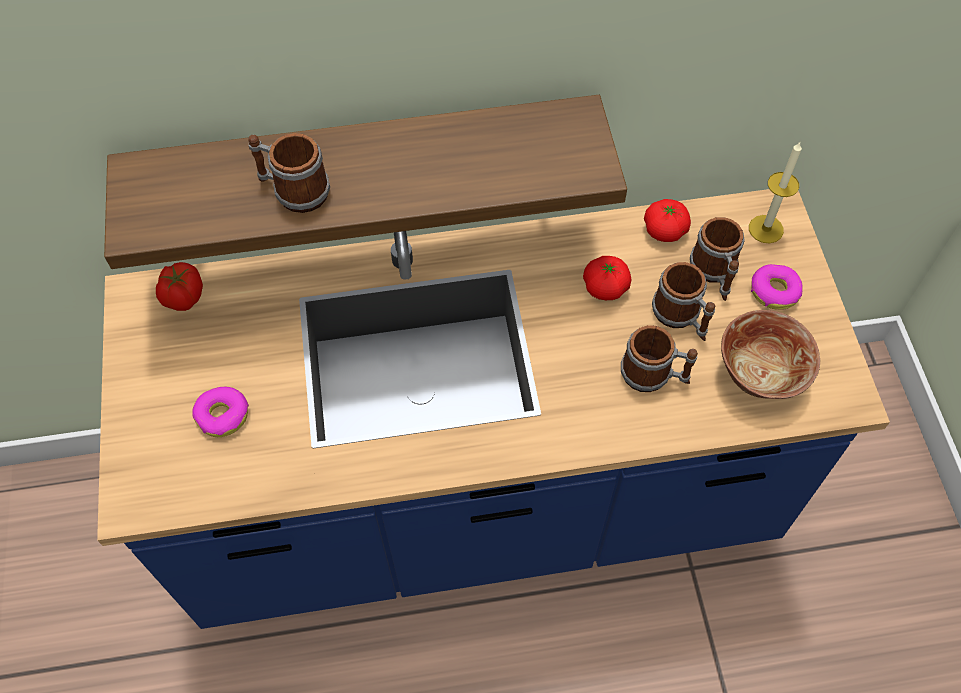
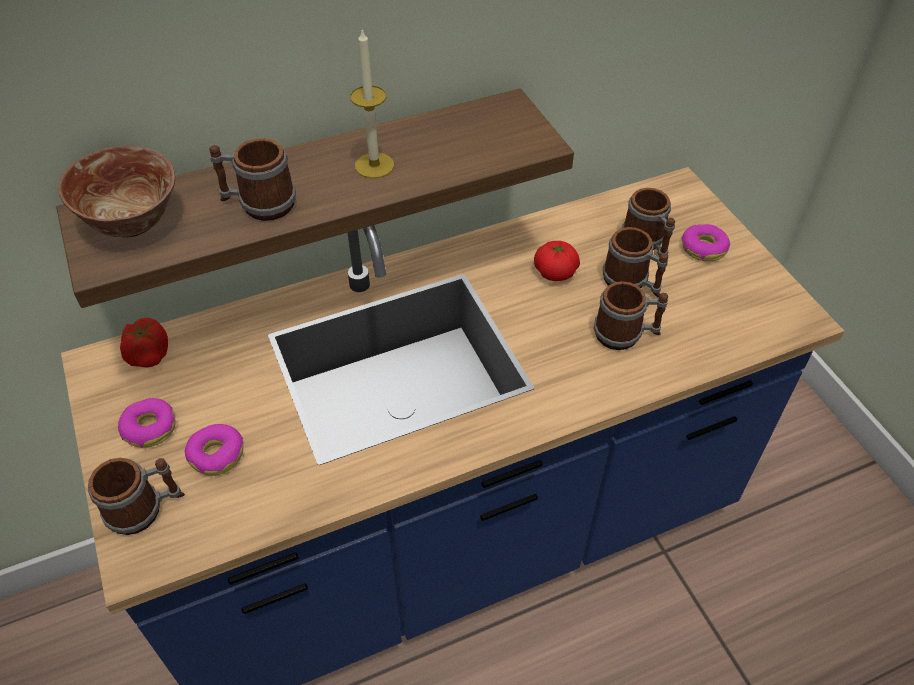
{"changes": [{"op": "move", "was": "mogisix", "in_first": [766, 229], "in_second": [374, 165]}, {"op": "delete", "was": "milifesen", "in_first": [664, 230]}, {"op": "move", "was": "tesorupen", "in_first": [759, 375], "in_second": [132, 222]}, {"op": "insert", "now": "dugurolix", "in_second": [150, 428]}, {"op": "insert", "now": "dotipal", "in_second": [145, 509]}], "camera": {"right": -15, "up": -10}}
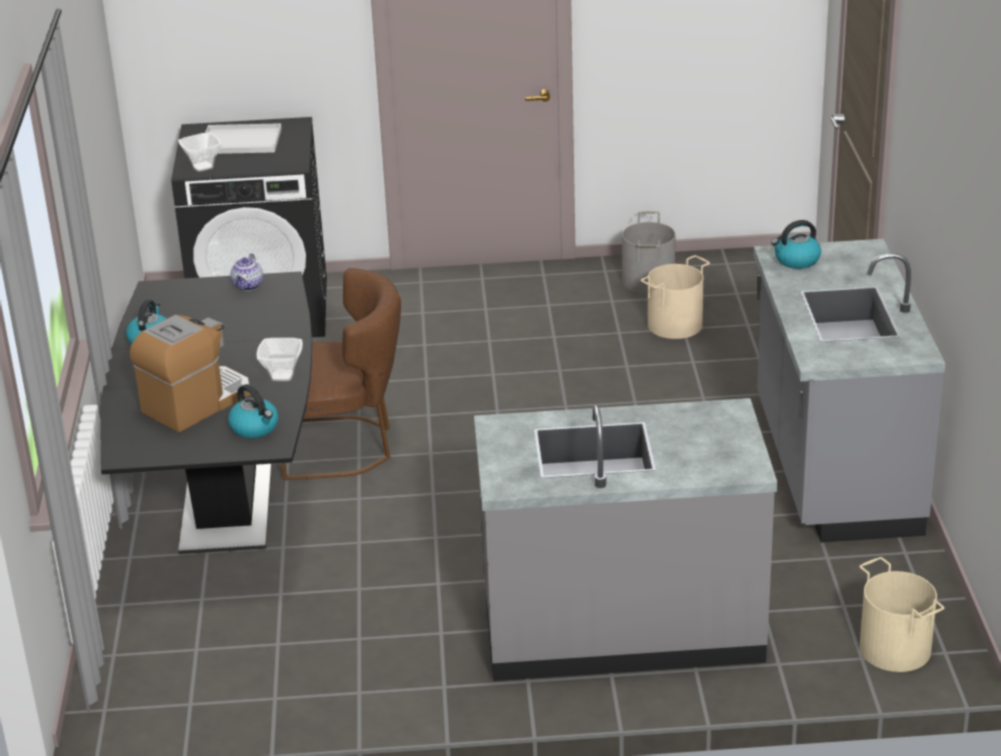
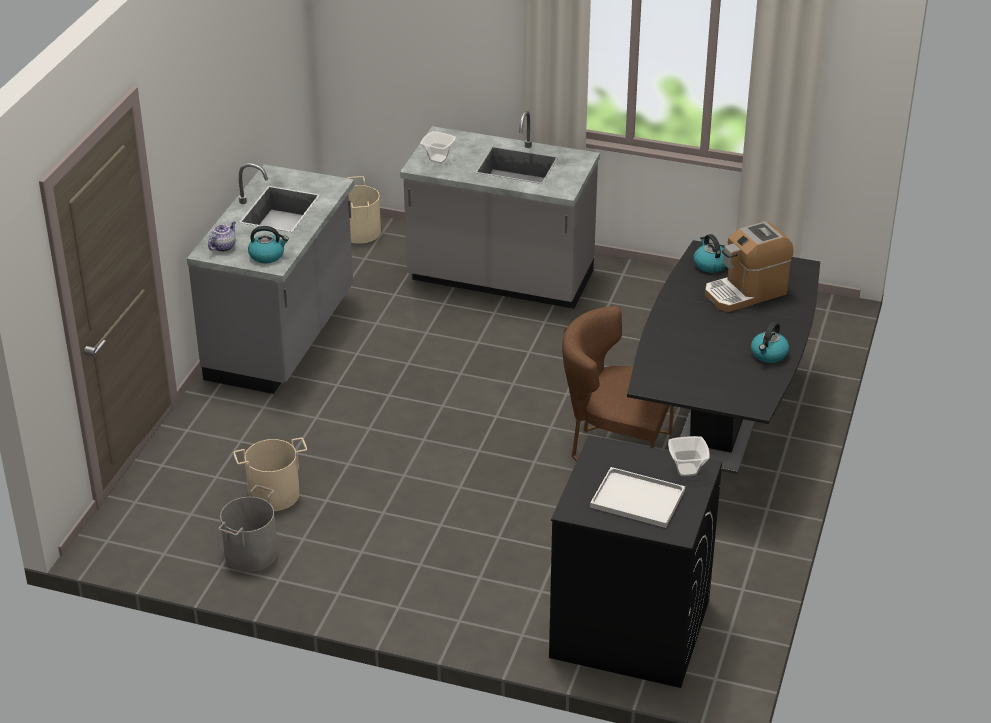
{"changes": [{"op": "move", "was": "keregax", "in_first": [248, 286], "in_second": [223, 246]}, {"op": "move", "was": "tesorupen", "in_first": [283, 376], "in_second": [438, 158]}], "camera": {"right": -160, "up": 5}}
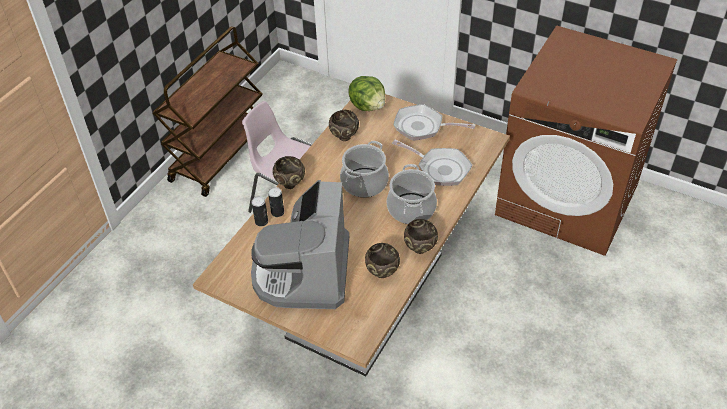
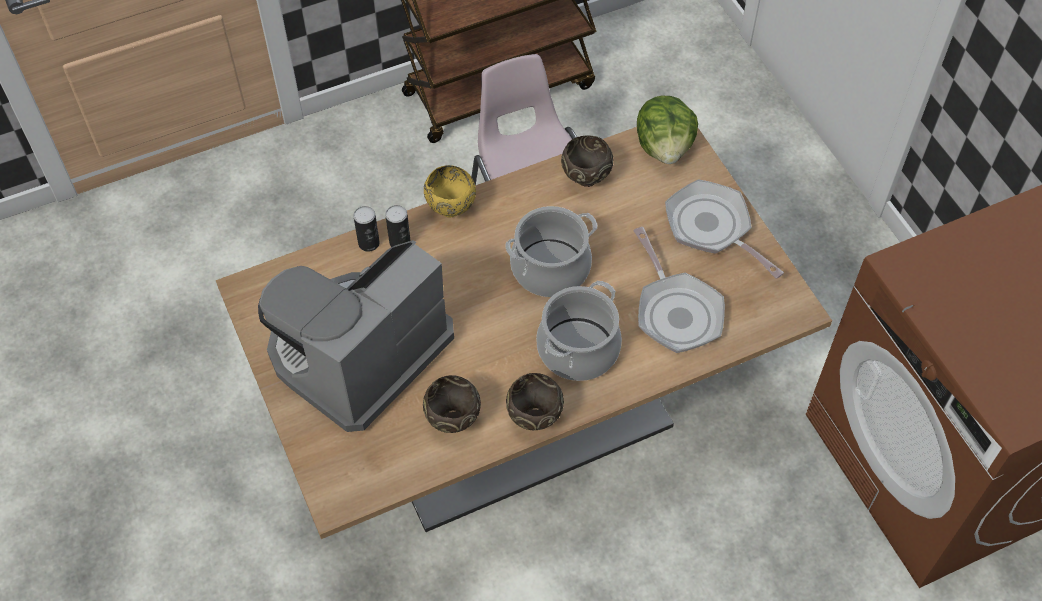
{"changes": [{"op": "recolor", "was": "brown_tesorupen", "now": "yellow_tesorupen", "in_first": [290, 184], "in_second": [452, 210]}], "camera": {"right": 35, "up": 10}}
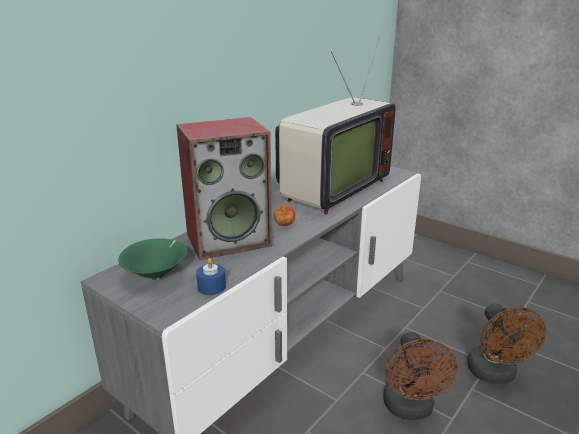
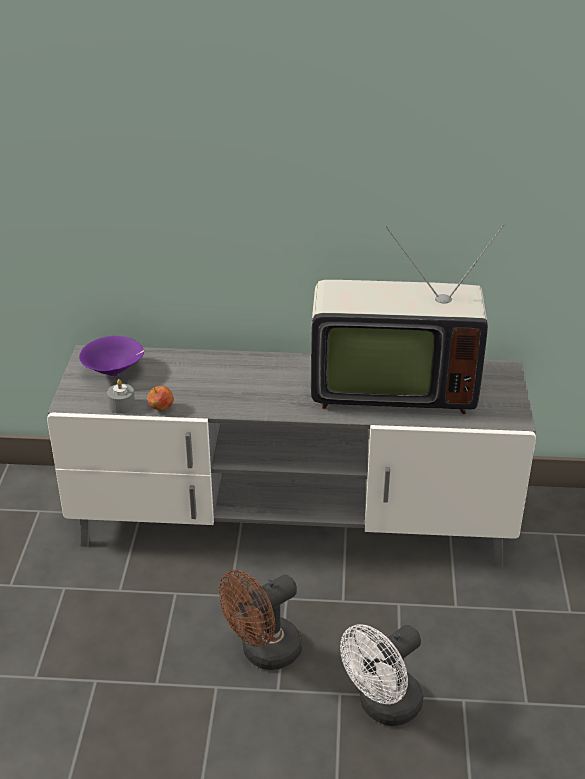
{"changes": [{"op": "delete", "was": "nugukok", "in_first": [229, 239]}, {"op": "move", "was": "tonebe", "in_first": [284, 225], "in_second": [161, 408]}, {"op": "recolor", "was": "green_tesorupen", "now": "purple_tesorupen", "in_first": [157, 275], "in_second": [114, 372]}, {"op": "recolor", "was": "blue_mogisix", "now": "grey_mogisix", "in_first": [211, 287], "in_second": [122, 405]}, {"op": "recolor", "was": "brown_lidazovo", "now": "white_lidazovo", "in_first": [495, 375], "in_second": [383, 707]}], "camera": {"right": 55, "up": 10}}
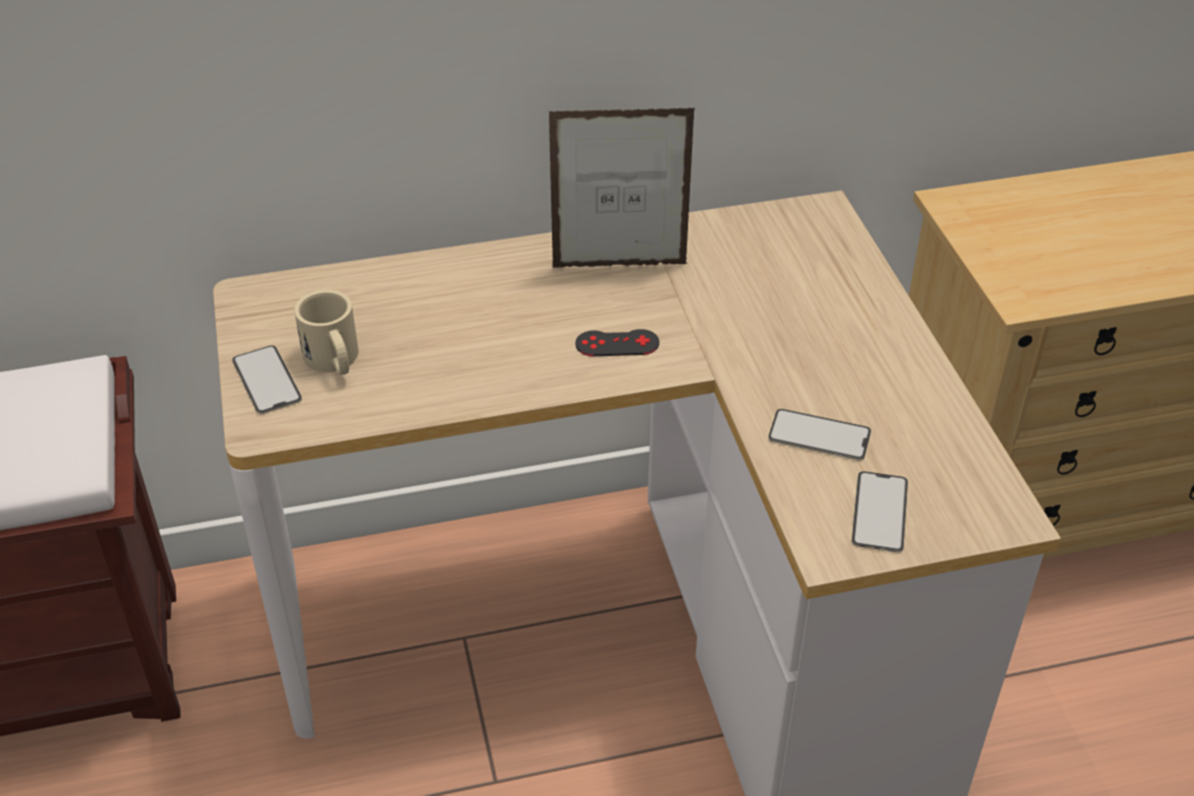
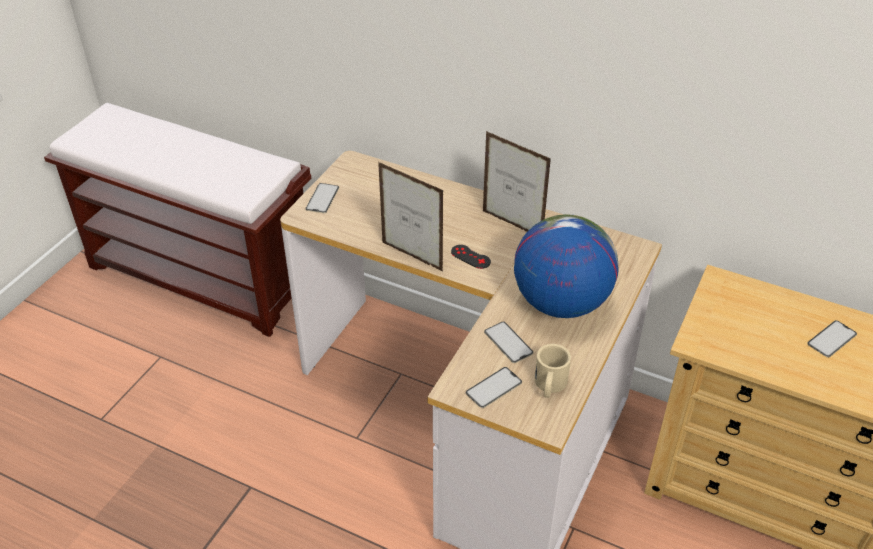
{"changes": [{"op": "move", "was": "beige_dotipal", "in_first": [334, 361], "in_second": [549, 386]}, {"op": "insert", "now": "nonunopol", "in_second": [412, 257]}, {"op": "insert", "now": "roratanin", "in_second": [560, 303]}, {"op": "insert", "now": "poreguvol", "in_second": [831, 339]}], "camera": {"right": 40, "up": 0}}
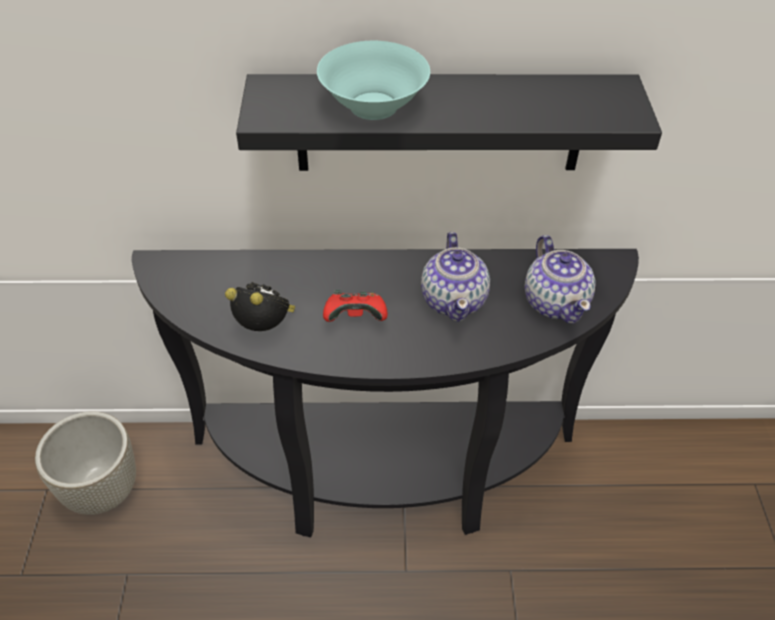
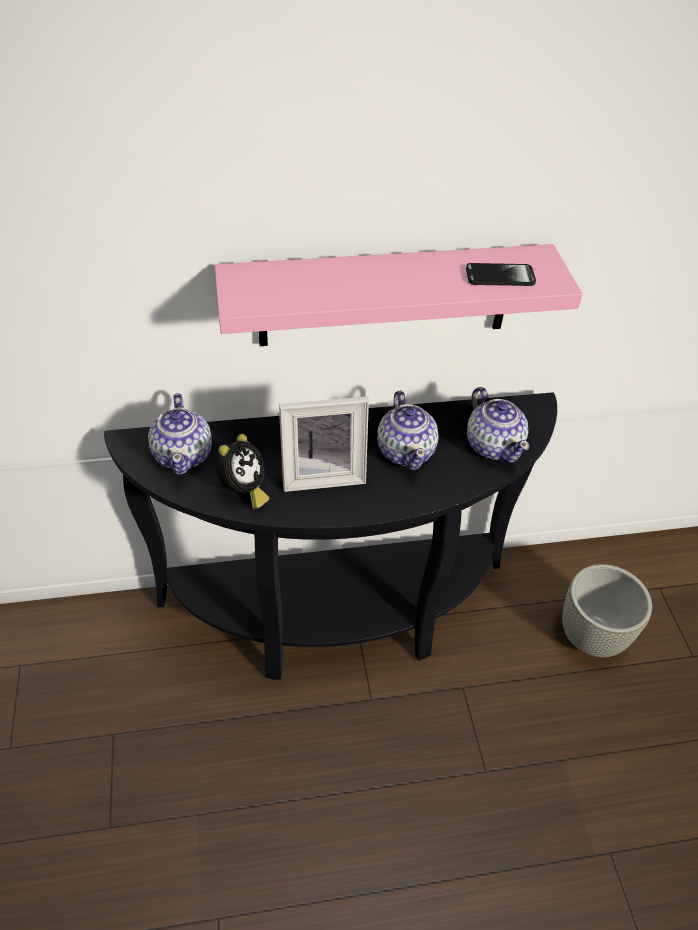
{"changes": [{"op": "delete", "was": "turquoise_tesorupen", "in_first": [374, 106]}, {"op": "recolor", "was": "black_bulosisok", "now": "pink_bulosisok", "in_first": [440, 123], "in_second": [385, 296]}, {"op": "rotate", "was": "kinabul", "in_first": [266, 328], "in_second": [243, 491], "clockwise": 105}, {"op": "replace", "was": "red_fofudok", "now": "nonunopol", "in_first": [355, 317], "in_second": [322, 474]}, {"op": "move", "was": "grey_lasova", "in_first": [102, 490], "in_second": [591, 635]}, {"op": "insert", "now": "poreguvol", "in_second": [500, 276]}, {"op": "insert", "now": "keregax", "in_second": [183, 455]}], "camera": {"right": -10, "up": 0}}
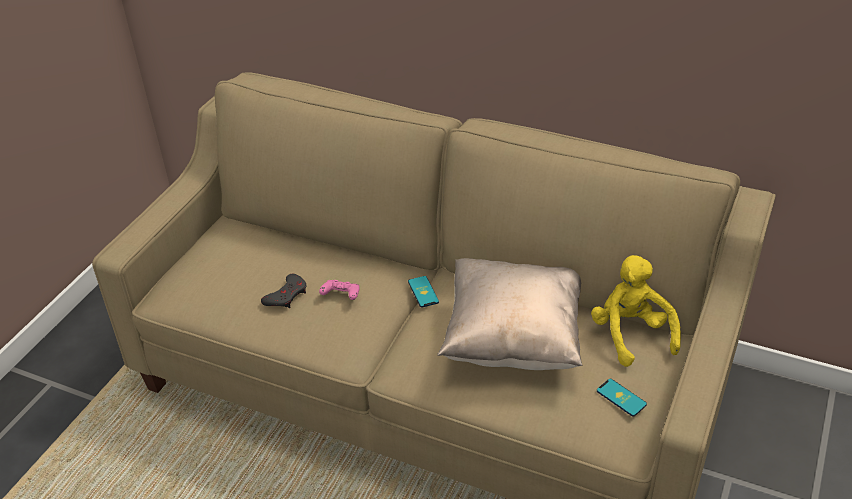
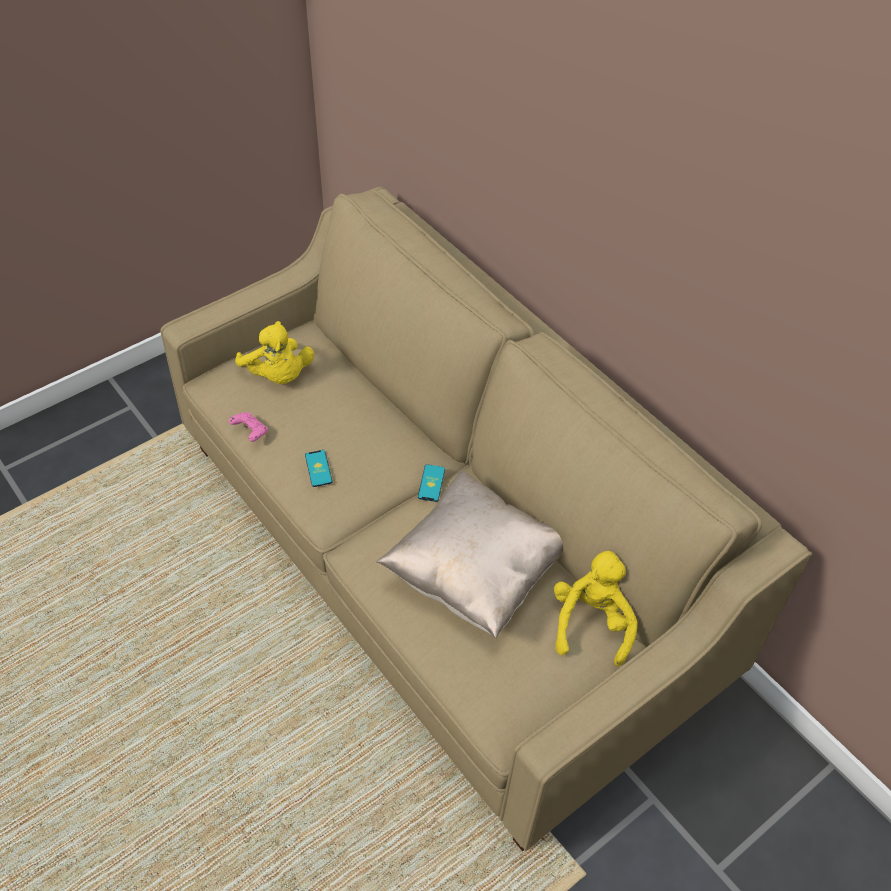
{"changes": [{"op": "delete", "was": "grey_fofudok", "in_first": [286, 295]}, {"op": "move", "was": "pink_fofudok", "in_first": [341, 296], "in_second": [250, 432]}, {"op": "move", "was": "poreguvol", "in_first": [621, 398], "in_second": [318, 468]}, {"op": "insert", "now": "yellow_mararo", "in_second": [278, 376]}], "camera": {"right": 25, "up": 10}}
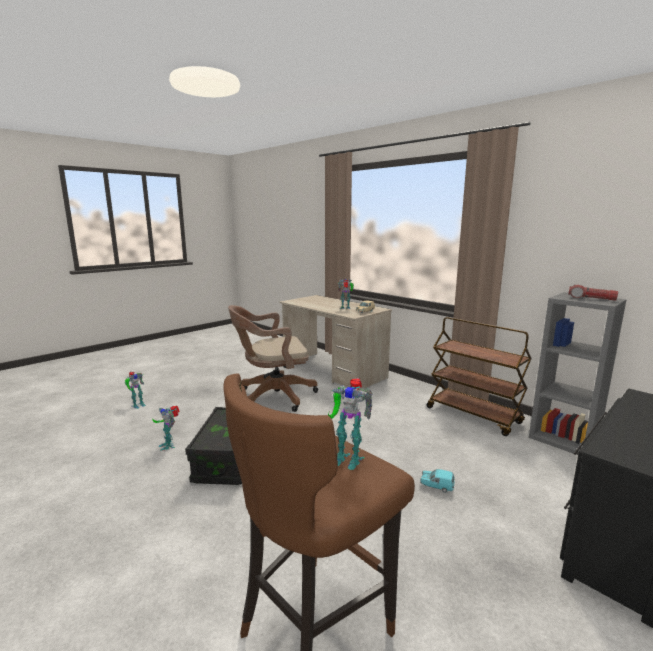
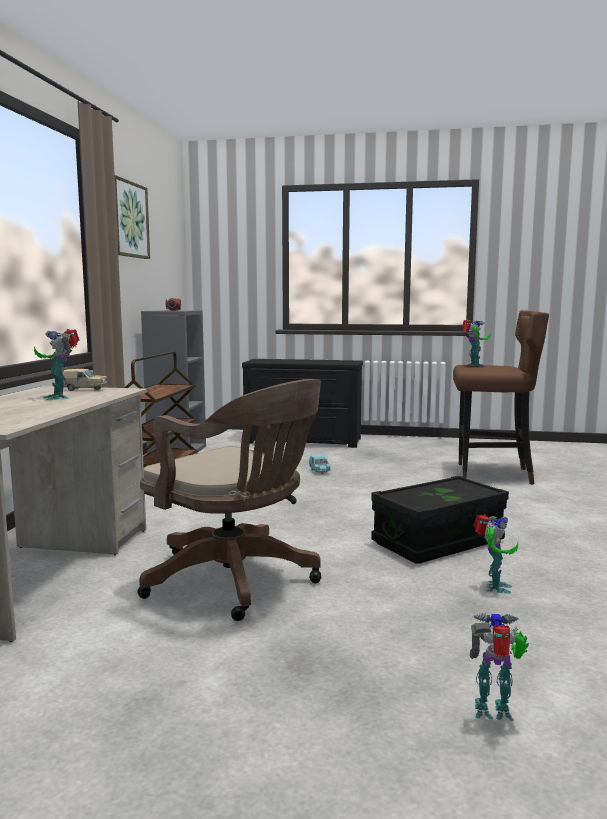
{"changes": [{"op": "insert", "now": "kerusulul", "in_second": [128, 219]}], "camera": {"right": -125, "up": -5}}
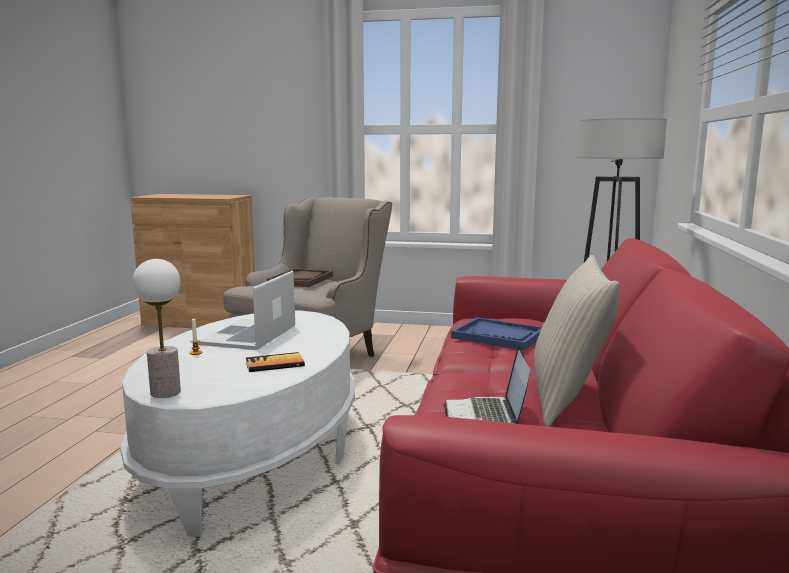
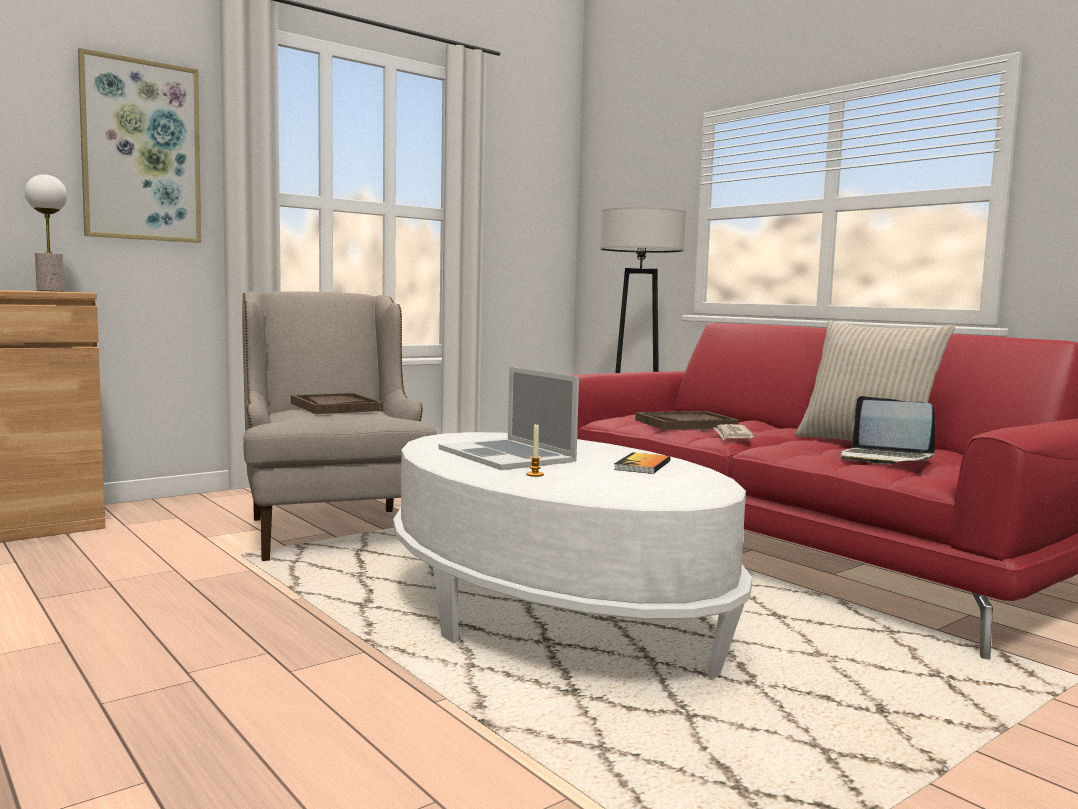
{"changes": [{"op": "move", "was": "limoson", "in_first": [166, 392], "in_second": [51, 291]}, {"op": "recolor", "was": "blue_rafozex", "now": "brown_rafozex", "in_first": [498, 336], "in_second": [685, 424]}, {"op": "insert", "now": "kerusulul", "in_second": [141, 151]}, {"op": "insert", "now": "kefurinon", "in_second": [732, 435]}], "camera": {"right": -50, "up": -5}}
